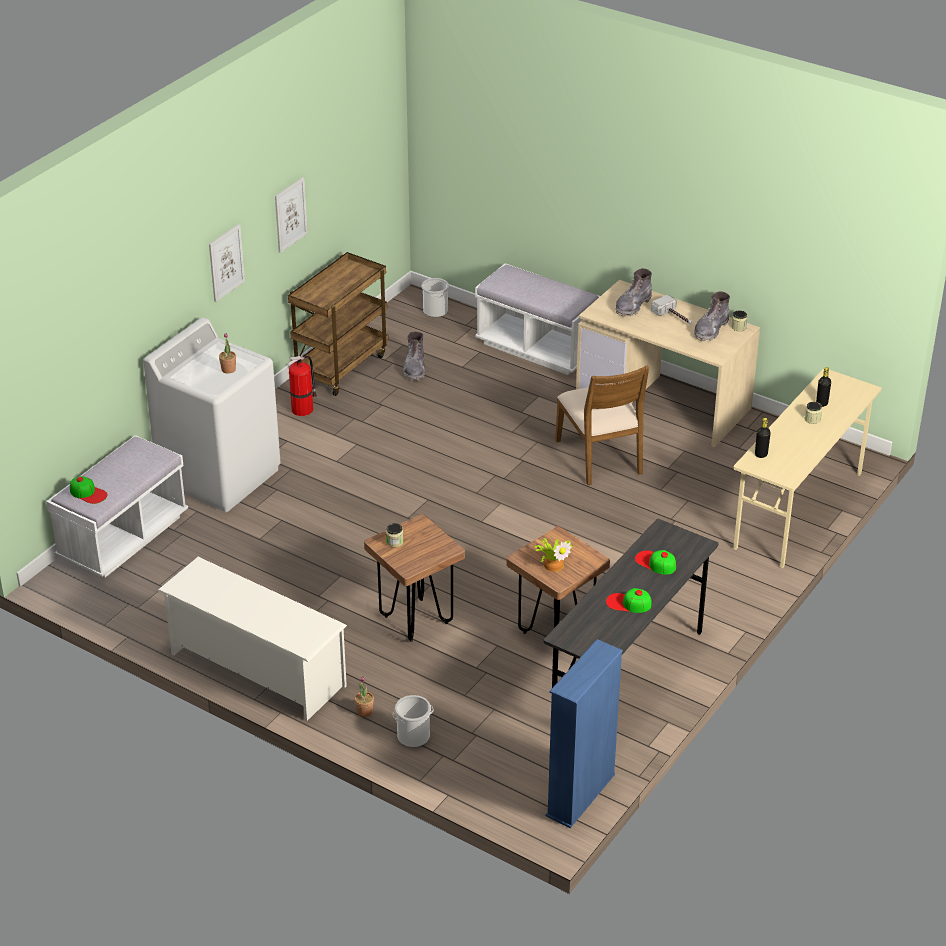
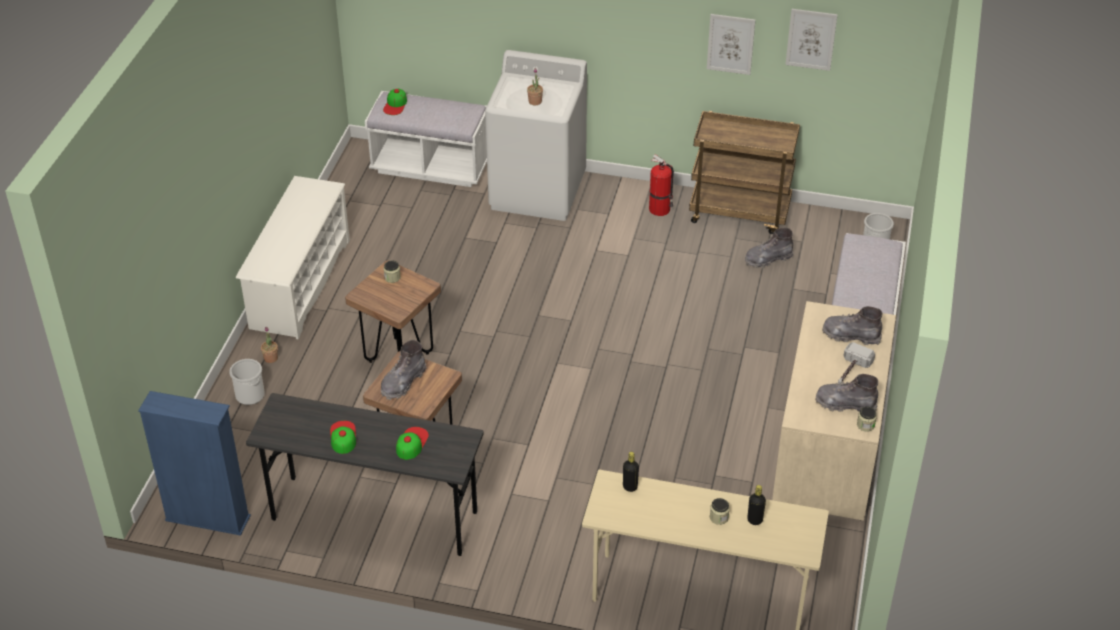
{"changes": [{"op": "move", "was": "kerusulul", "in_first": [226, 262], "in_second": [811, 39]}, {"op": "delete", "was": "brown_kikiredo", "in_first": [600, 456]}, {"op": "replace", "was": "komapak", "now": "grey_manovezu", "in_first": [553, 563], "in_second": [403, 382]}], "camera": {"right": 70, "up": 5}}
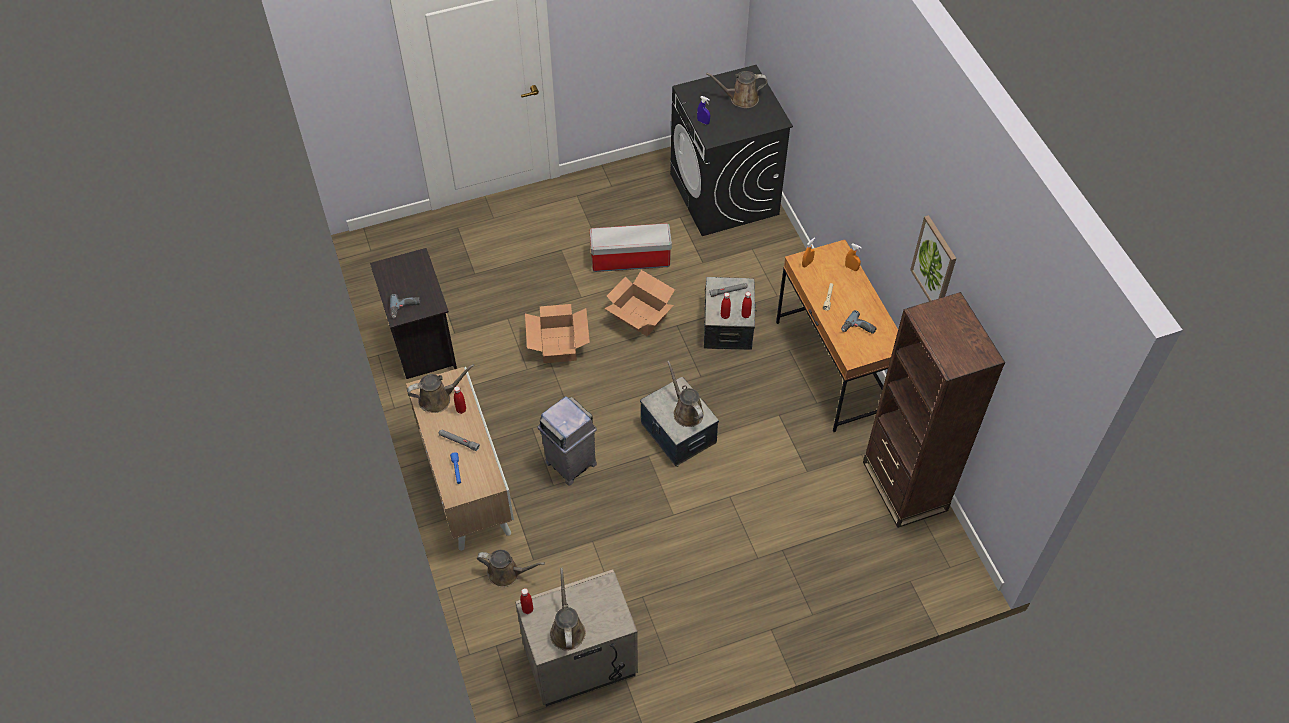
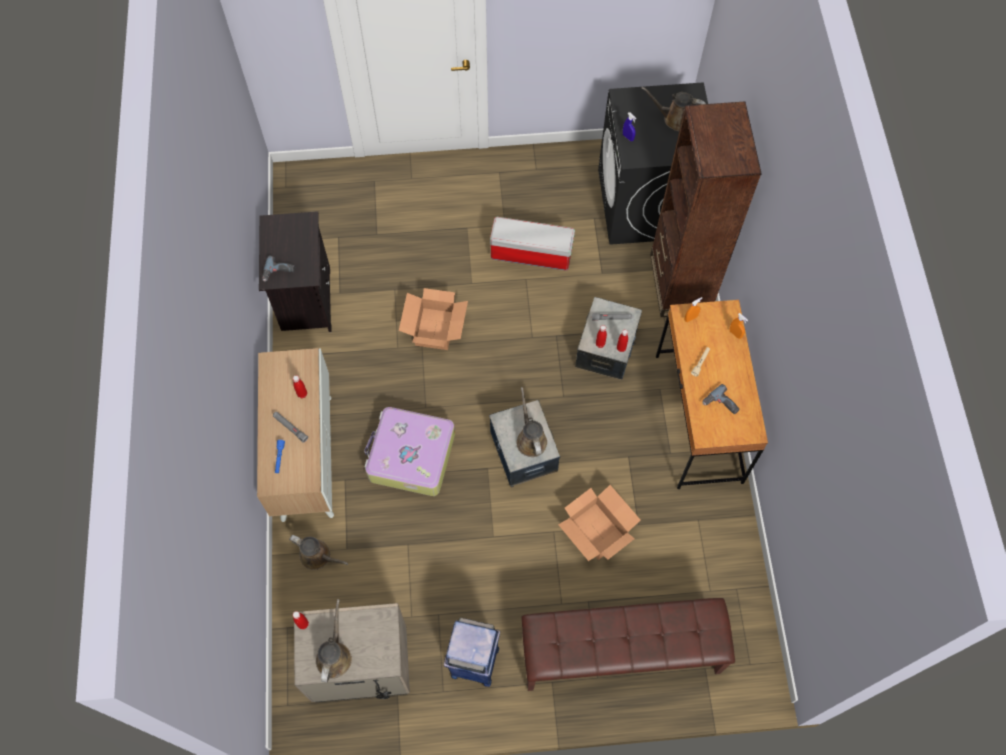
{"changes": [{"op": "delete", "was": "kerusulul", "in_first": [934, 263]}, {"op": "move", "was": "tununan", "in_first": [640, 315], "in_second": [597, 530]}, {"op": "move", "was": "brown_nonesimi", "in_first": [904, 486], "in_second": [679, 283]}, {"op": "delete", "was": "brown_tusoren", "in_first": [438, 399]}, {"op": "replace", "was": "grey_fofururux", "now": "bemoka", "in_first": [570, 462], "in_second": [410, 456]}, {"op": "insert", "now": "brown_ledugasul", "in_second": [620, 654]}, {"op": "insert", "now": "blue_fofururux", "in_second": [474, 661]}], "camera": {"right": 15, "up": 10}}
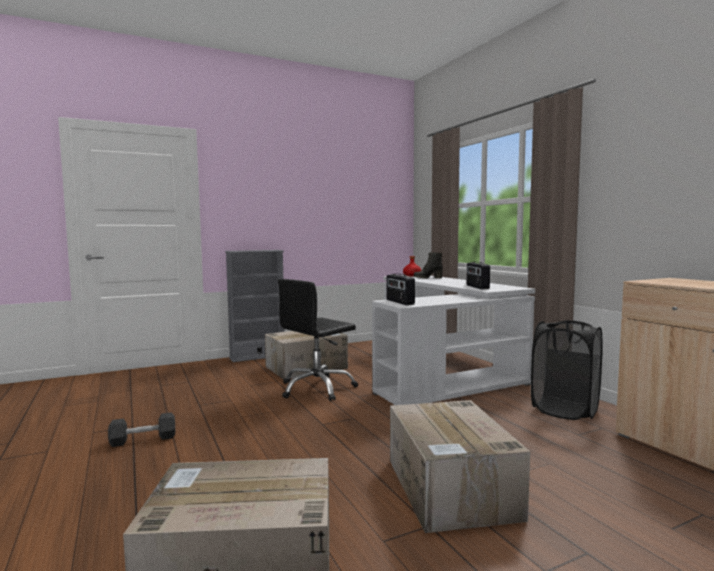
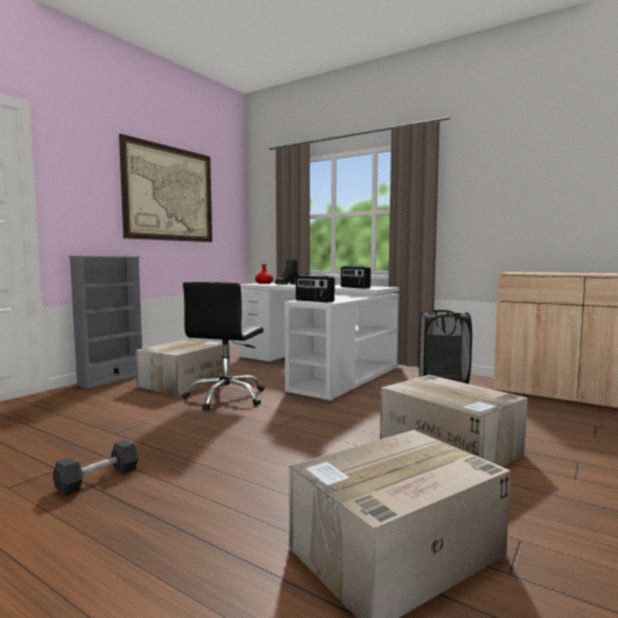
{"changes": [{"op": "insert", "now": "kerusulul", "in_second": [169, 194]}], "camera": {"right": -30, "up": 0}}
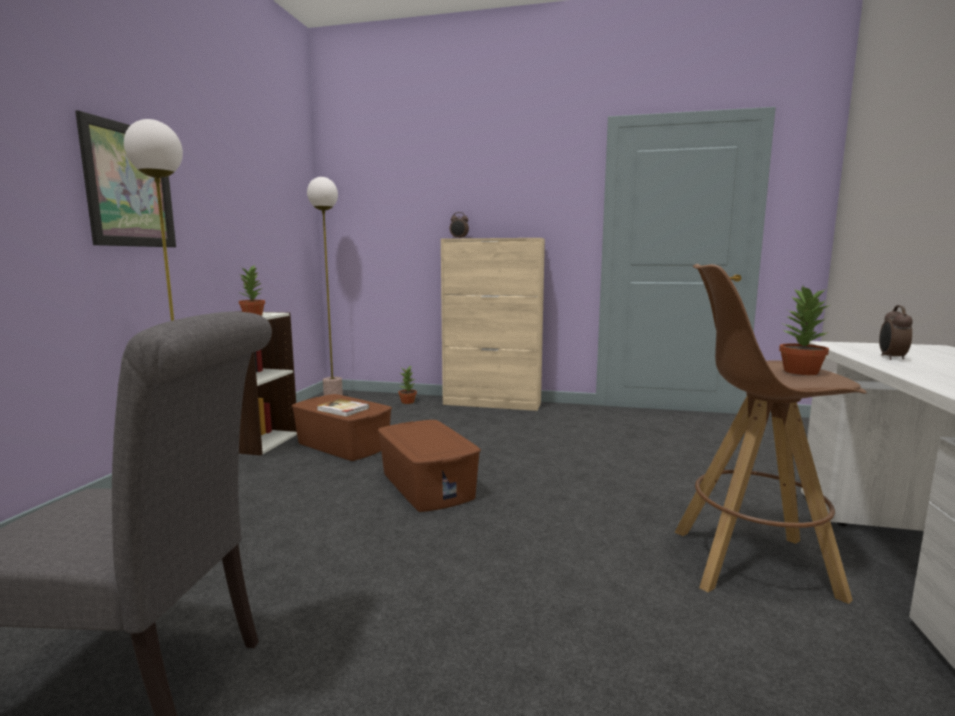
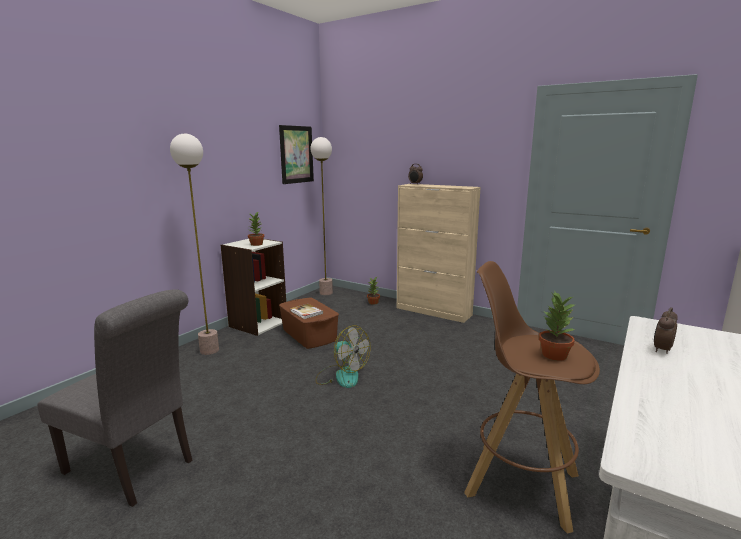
{"changes": [{"op": "move", "was": "kerusulul", "in_first": [129, 186], "in_second": [296, 154]}, {"op": "replace", "was": "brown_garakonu", "now": "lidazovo", "in_first": [427, 485], "in_second": [341, 376]}], "camera": {"right": 20, "up": 5}}
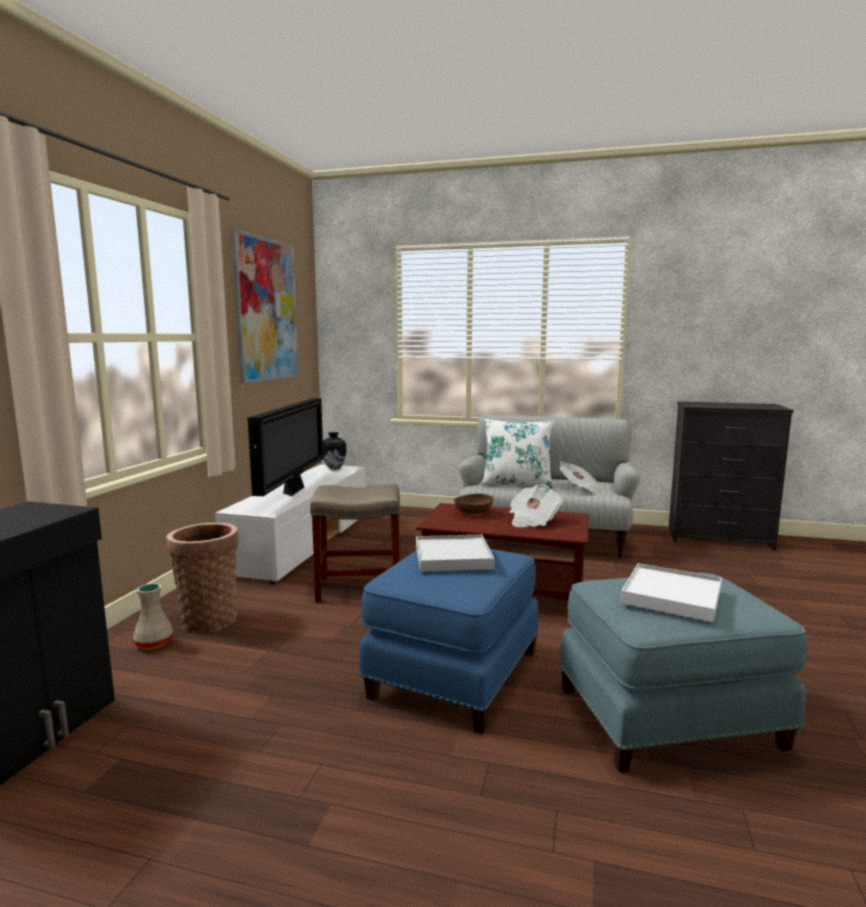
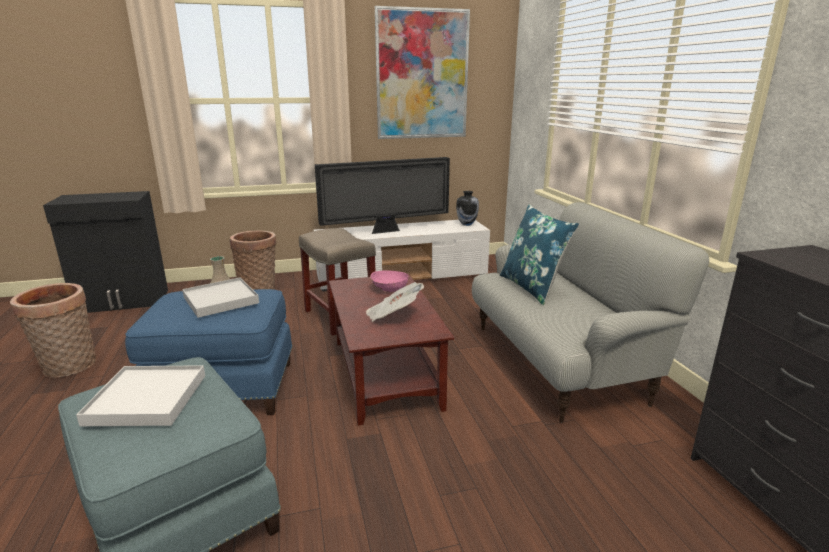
{"changes": [{"op": "recolor", "was": "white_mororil", "now": "blue_mororil", "in_first": [517, 484], "in_second": [532, 287]}, {"op": "delete", "was": "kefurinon", "in_first": [580, 489]}, {"op": "recolor", "was": "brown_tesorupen", "now": "pink_tesorupen", "in_first": [473, 513], "in_second": [389, 290]}, {"op": "insert", "now": "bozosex", "in_second": [68, 368]}], "camera": {"right": 60, "up": 10}}
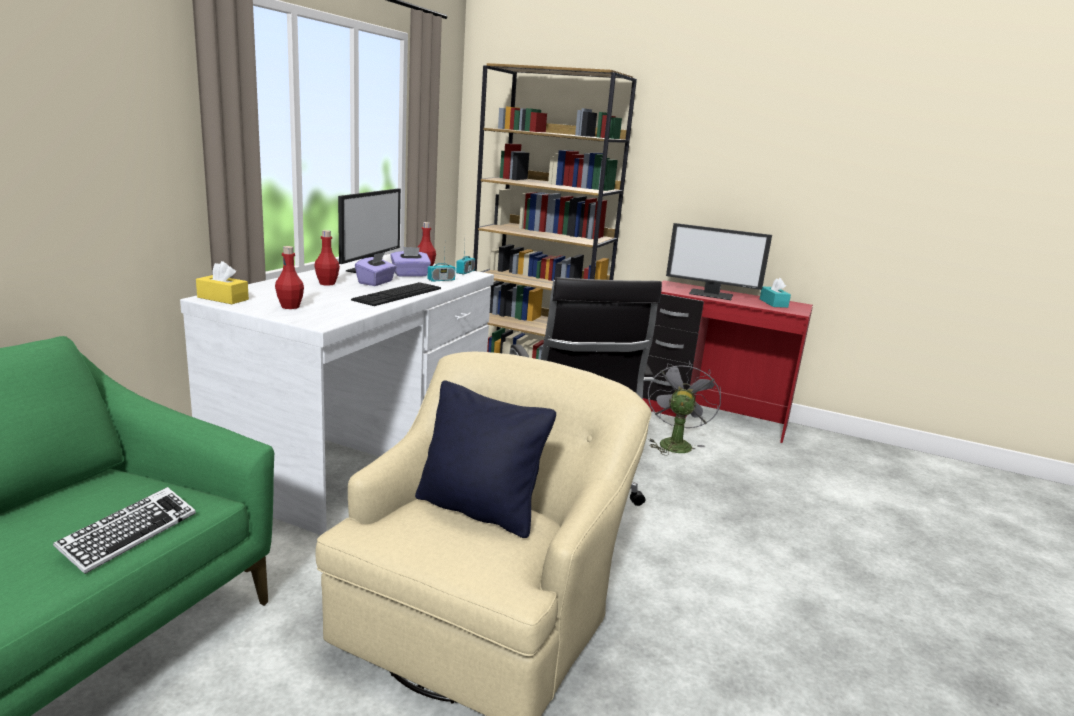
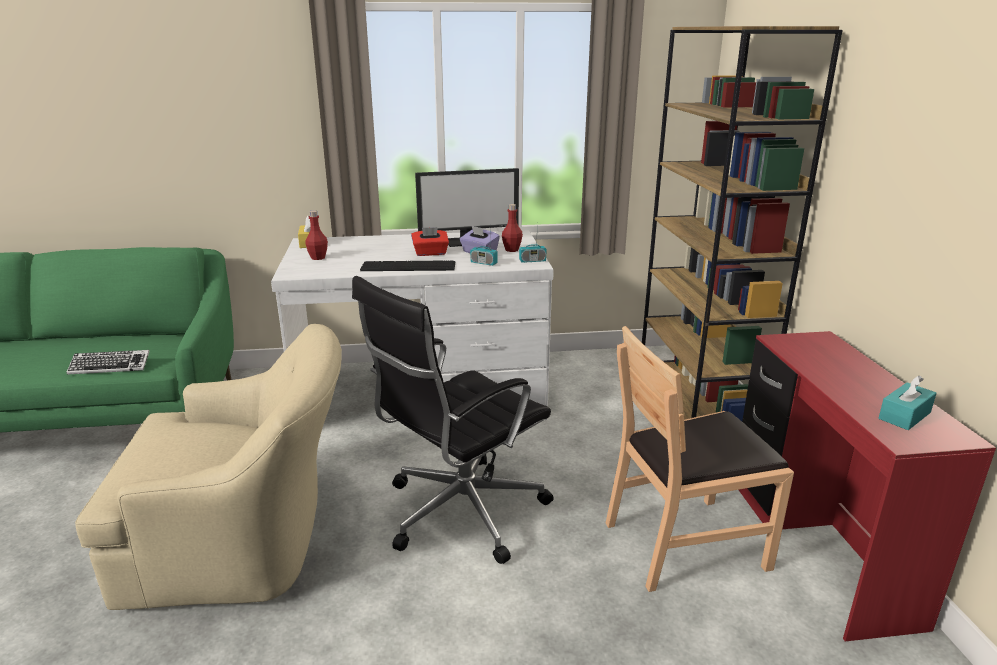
{"changes": [{"op": "delete", "was": "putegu", "in_first": [711, 294]}, {"op": "delete", "was": "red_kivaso", "in_first": [327, 283]}, {"op": "recolor", "was": "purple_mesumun", "now": "red_mesumun", "in_first": [376, 282], "in_second": [430, 253]}, {"op": "replace", "was": "grey_lidazovo", "now": "brown_kikiredo", "in_first": [674, 443], "in_second": [684, 543]}, {"op": "delete", "was": "black_mororil", "in_first": [479, 510]}], "camera": {"right": 60, "up": 5}}
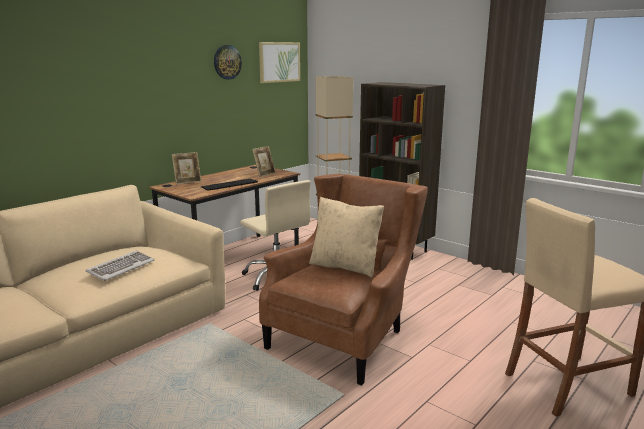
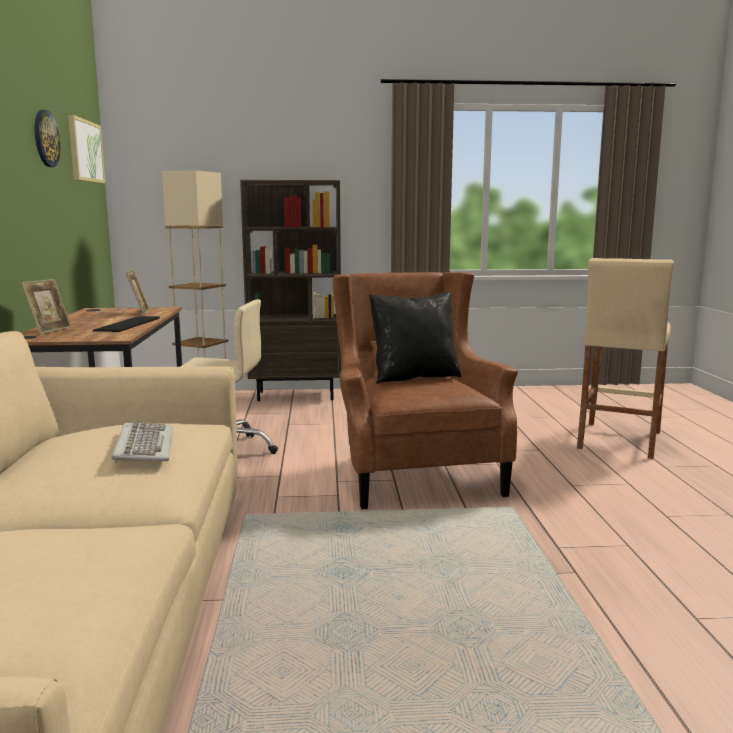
{"changes": [{"op": "recolor", "was": "beige_mororil", "now": "black_mororil", "in_first": [345, 266], "in_second": [414, 377]}], "camera": {"right": -45, "up": -5}}
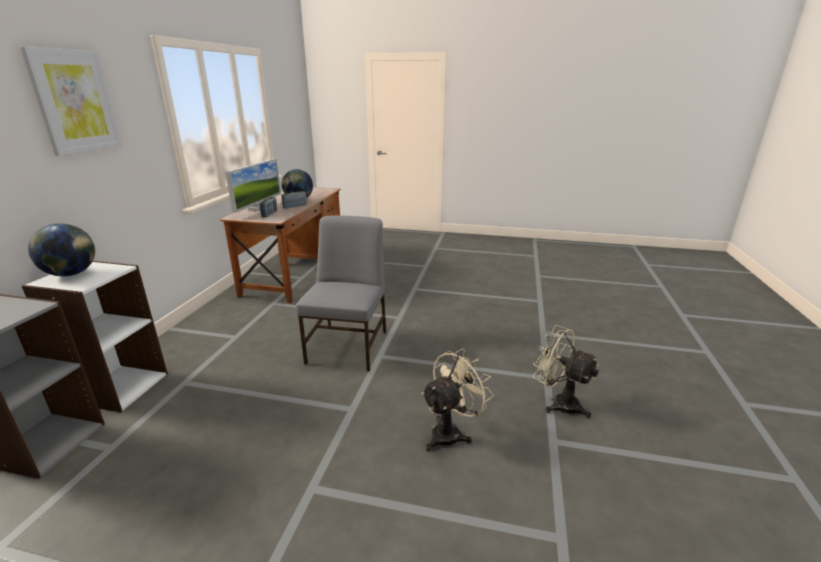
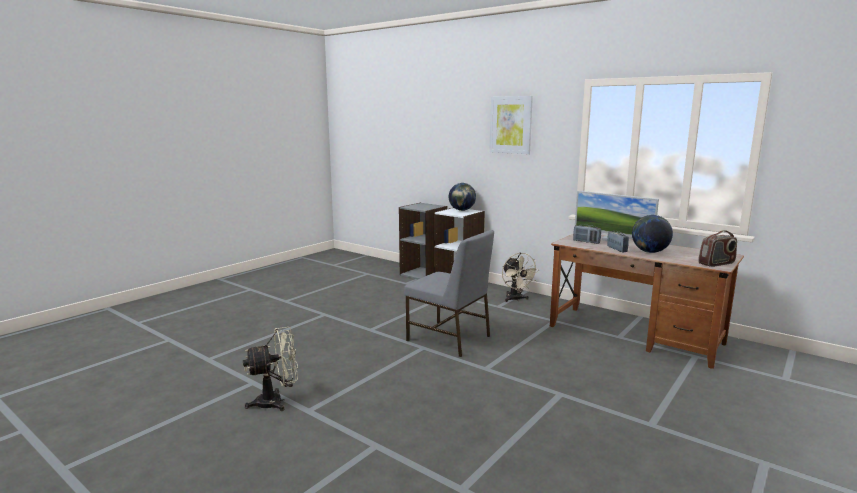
{"changes": [{"op": "move", "was": "beige_lidazovo", "in_first": [451, 432], "in_second": [516, 299]}, {"op": "insert", "now": "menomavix", "in_second": [716, 263]}], "camera": {"right": 115, "up": -10}}
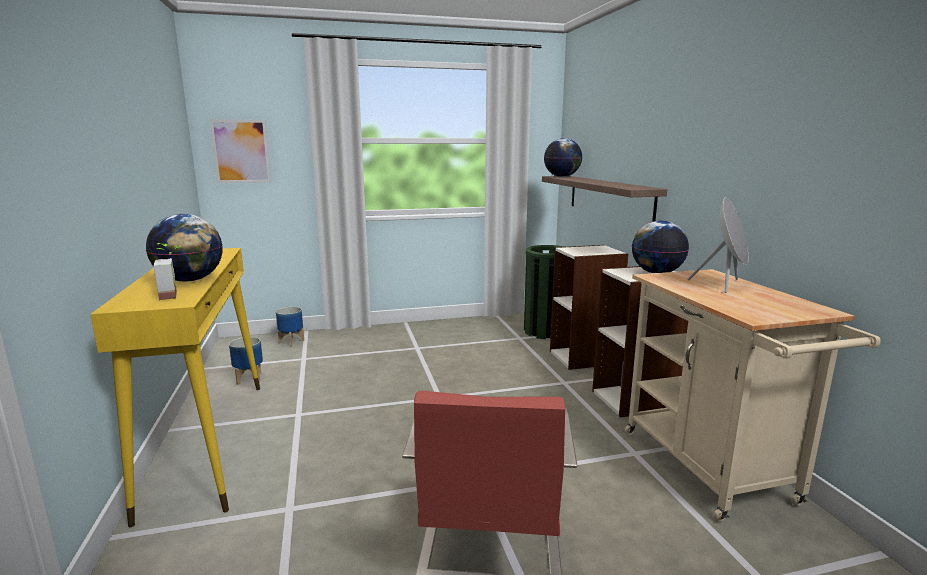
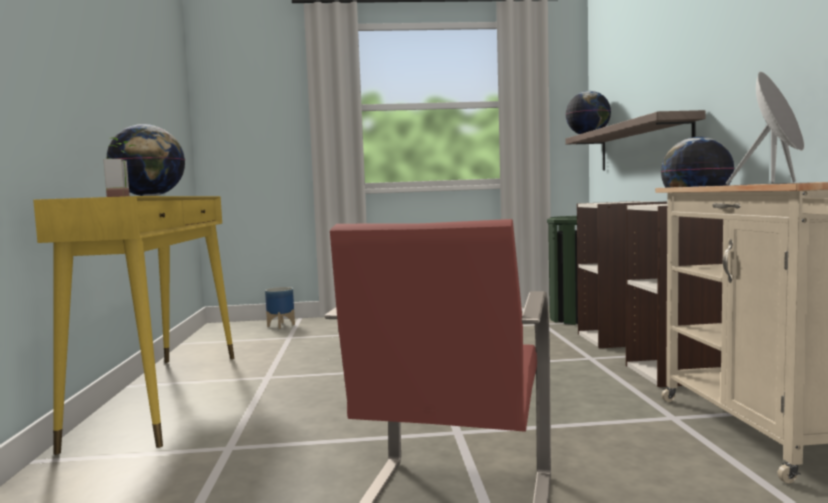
{"changes": [{"op": "delete", "was": "kerusulul", "in_first": [241, 151]}, {"op": "delete", "was": "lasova", "in_first": [249, 378]}], "camera": {"right": 10, "up": -10}}
